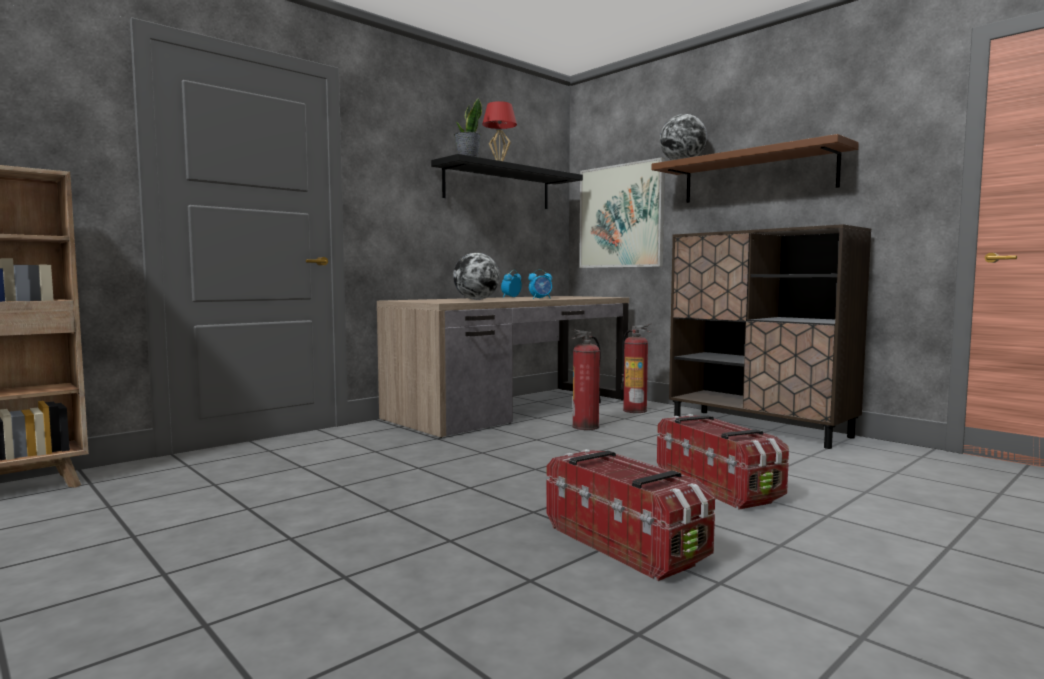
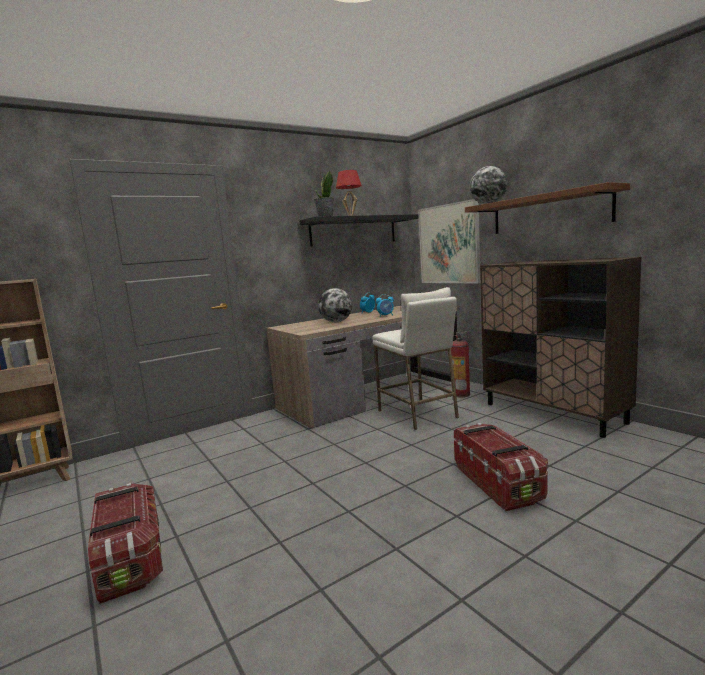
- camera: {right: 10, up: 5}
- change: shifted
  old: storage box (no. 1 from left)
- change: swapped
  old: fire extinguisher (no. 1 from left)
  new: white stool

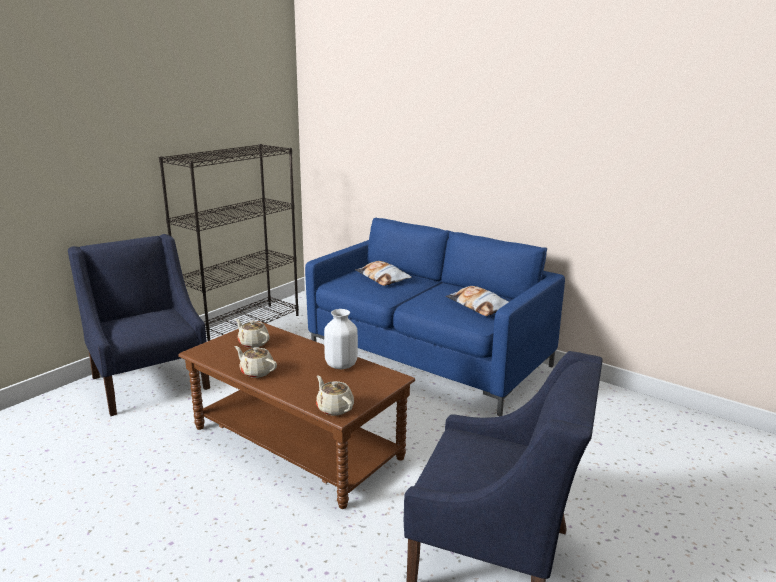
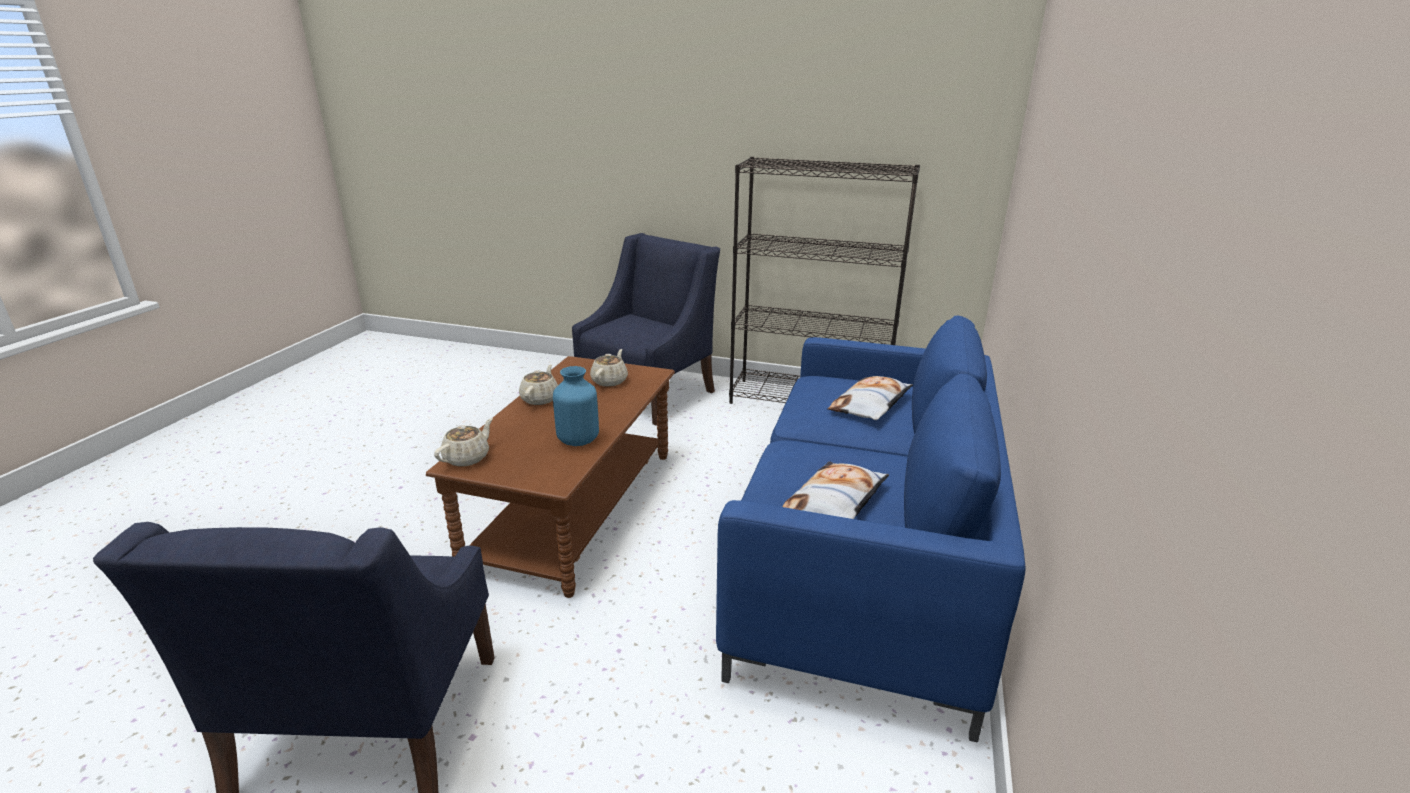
- camera: {right: 70, up: 5}
- change: repainted
  old: white vase
  new: blue vase

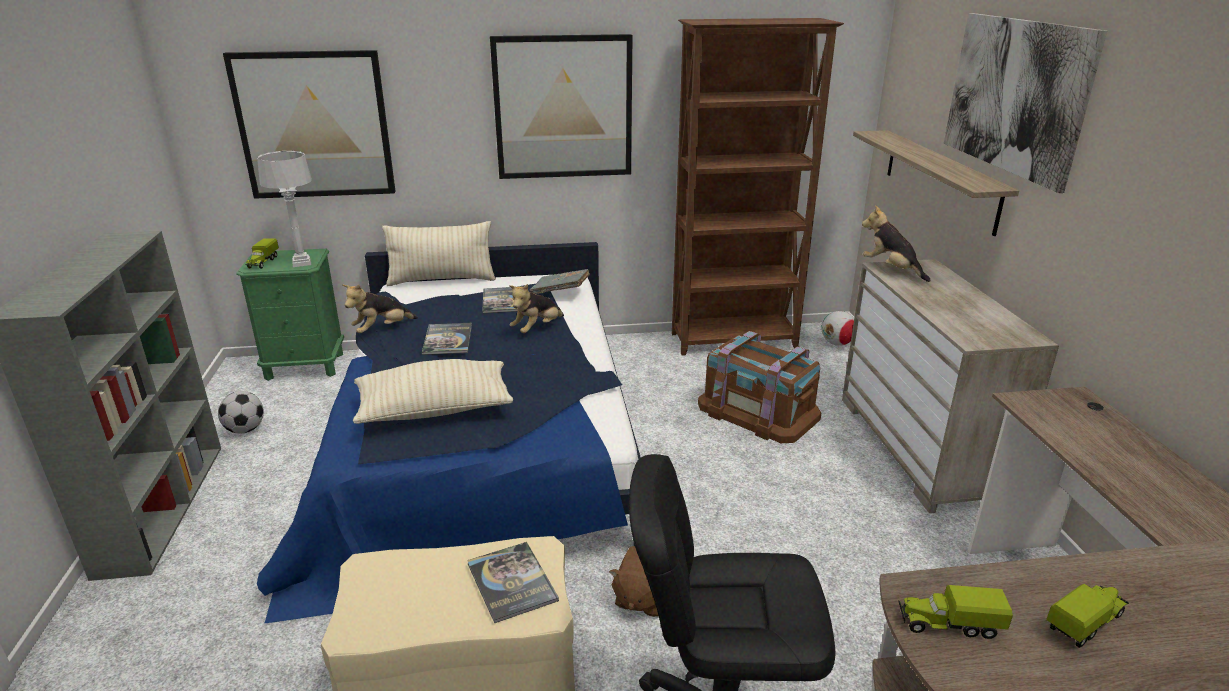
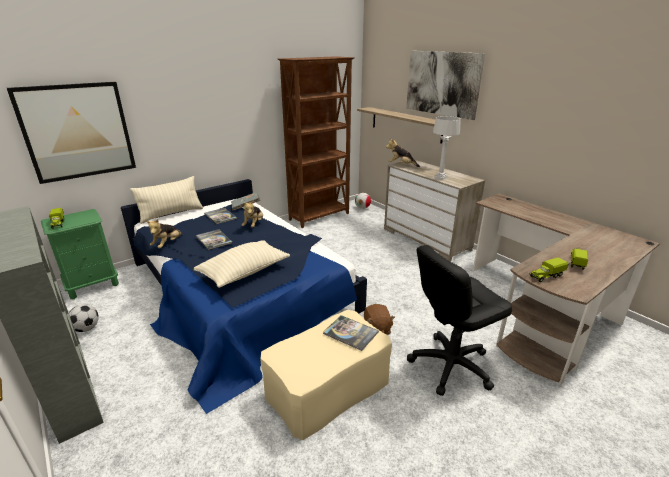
- camera: {right: -30, up: 0}
- change: shifted
  old: grey table lamp
- change: gone
  old: picture (no. 2 from left)
- change: gone
  old: brown storage box

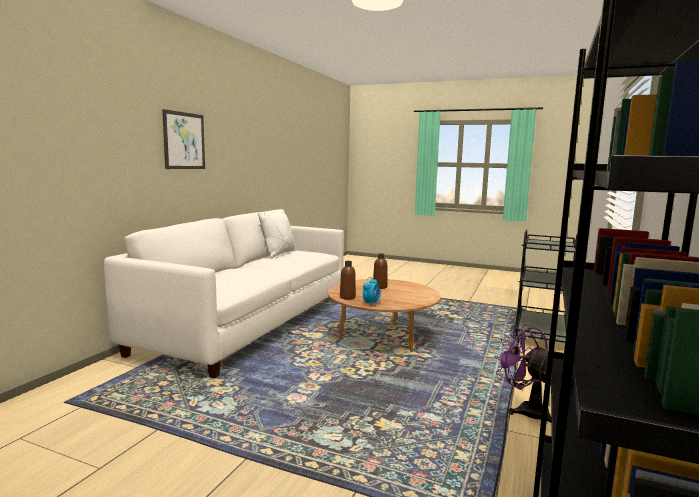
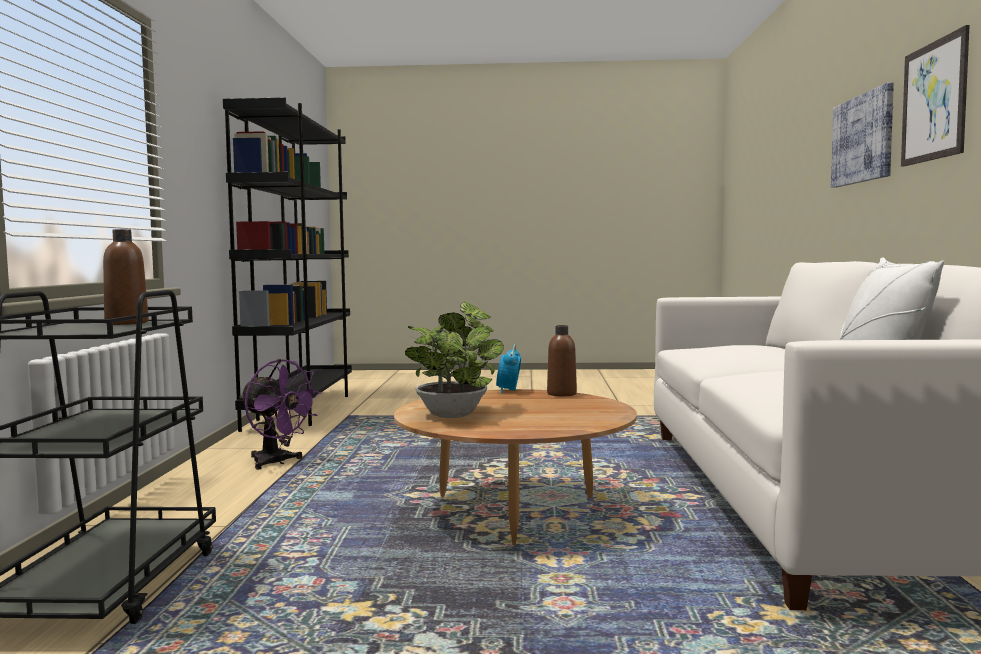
- camera: {right: 160, up: -5}
- change: shifted
  old: brown bottle (no. 2 from left in the first image)
  new: brown bottle (no. 1 from left)
- change: new
  new: potted plant
- change: new
  new: picture (no. 1 from left)

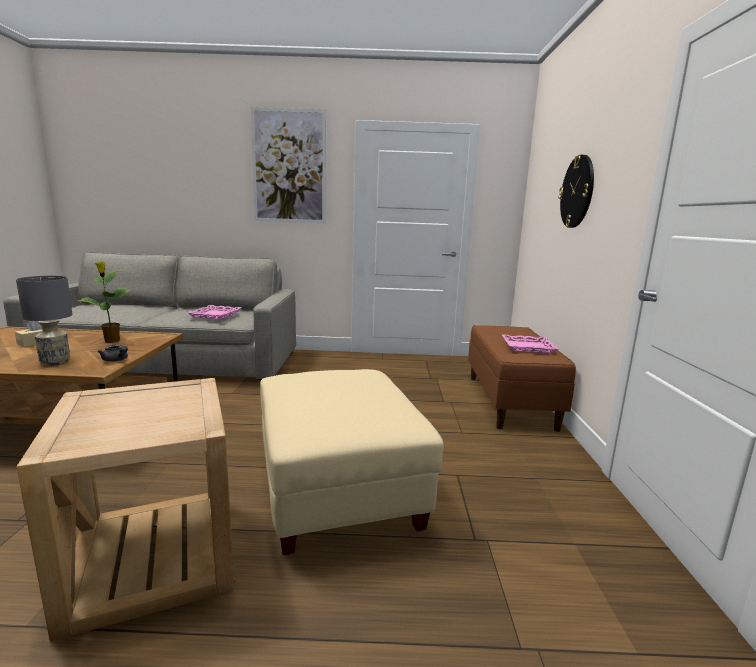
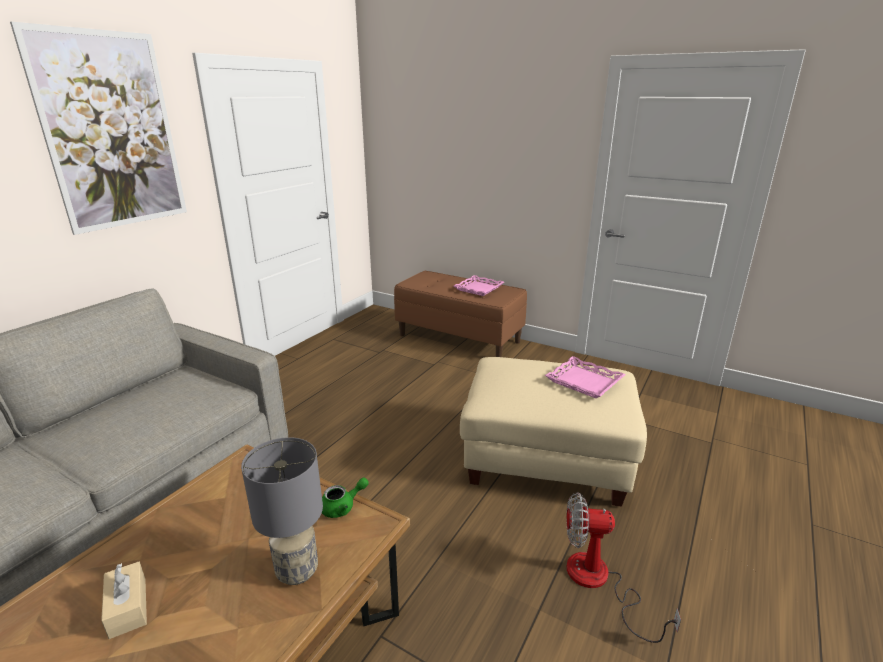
- camera: {right: -60, up: 10}
- change: swapped
  old: beige side table
  new: fan
- change: gone
  old: potted plant
- change: repainted
  old: grey teapot
  new: green teapot
- change: shifted
  old: pink tray (no. 1 from left in the first image)
  new: pink tray (no. 2 from left)
- change: gone
  old: wall clock

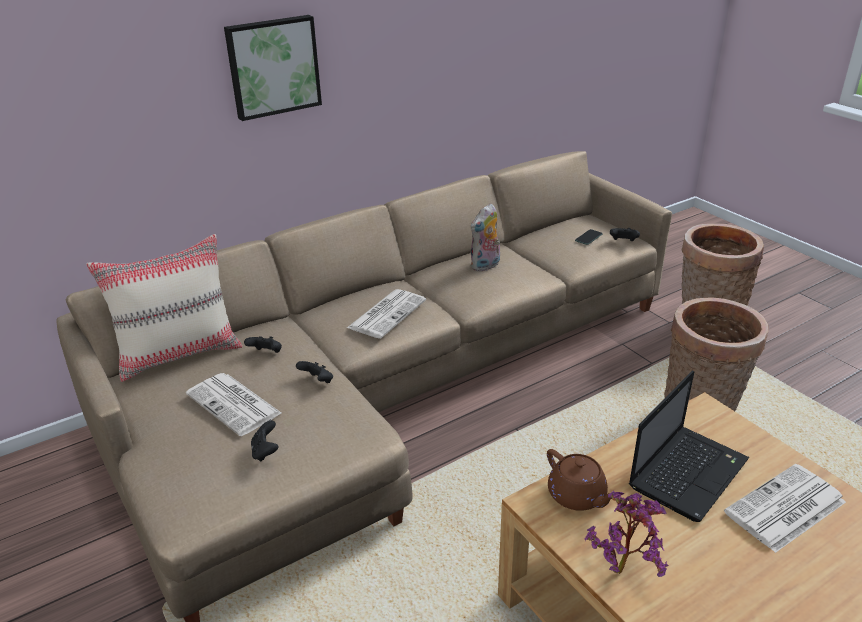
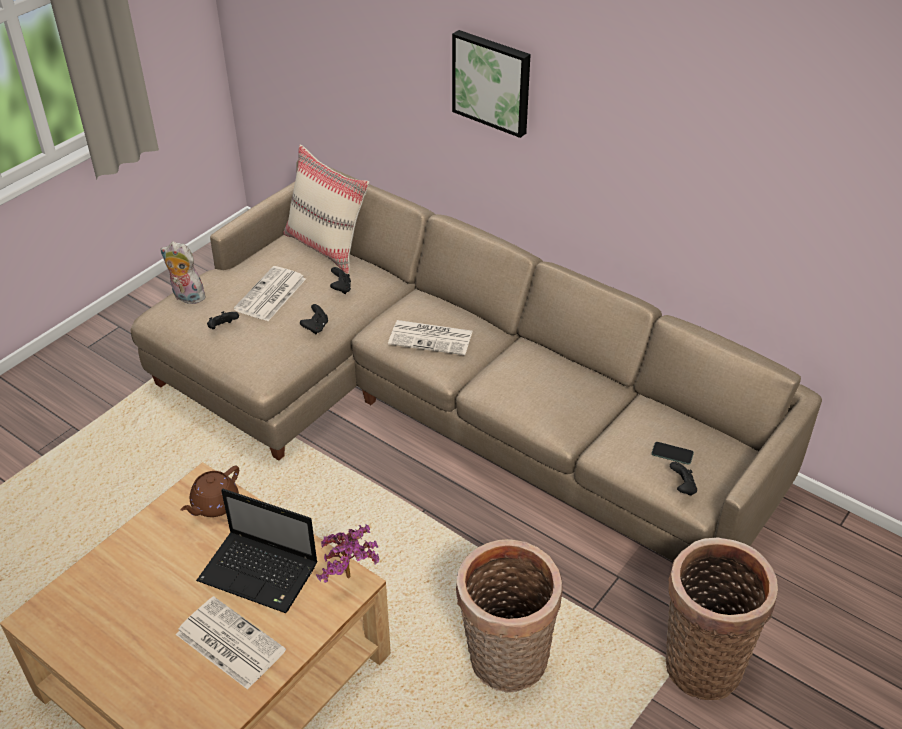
- camera: {right: 70, up: 10}
- change: shifted
  old: plush toy
- change: shifted
  old: potted plant

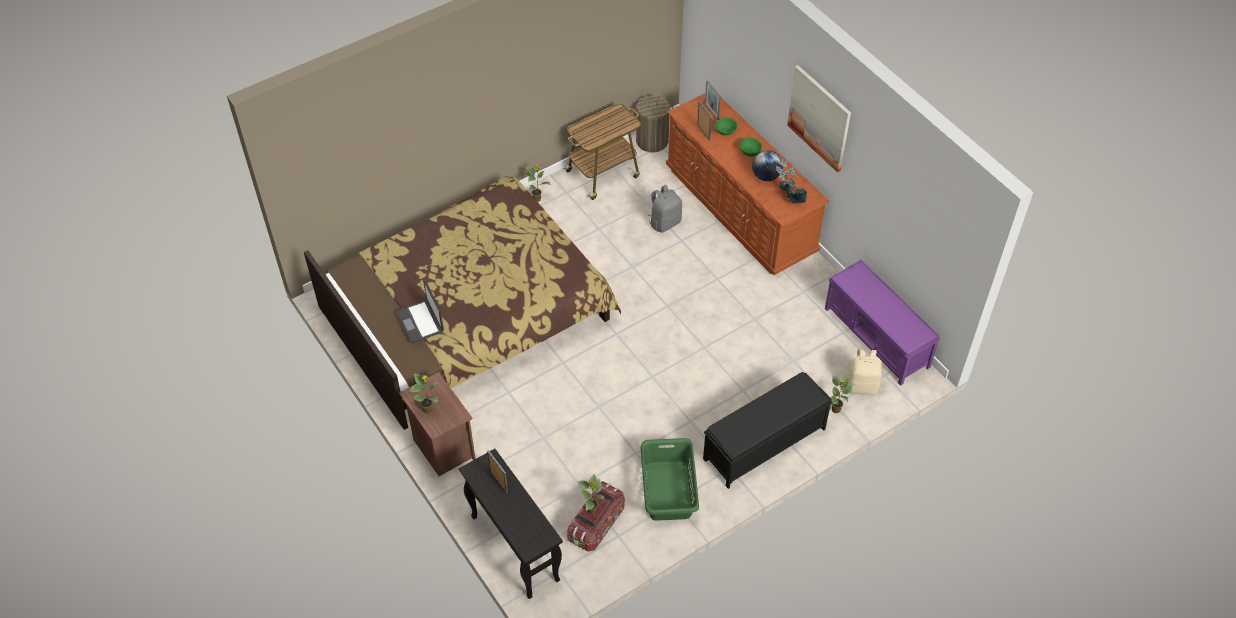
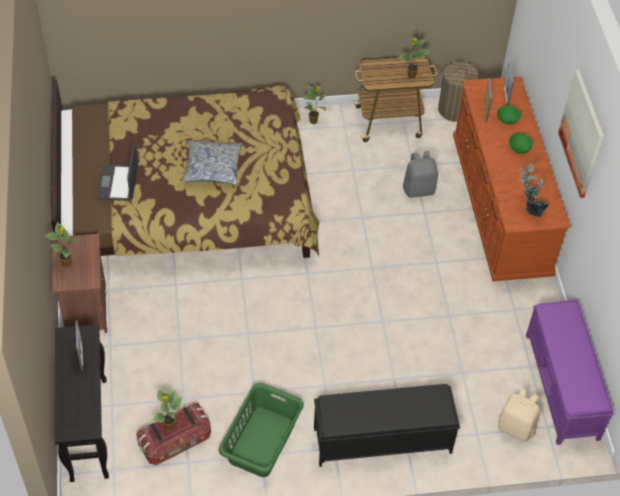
- camera: {right: 25, up: 0}
- change: gone
  old: globe
- change: shifted
  old: potted plant (no. 5 from left in the first image)
  new: potted plant (no. 4 from left)
- change: new
  new: pillow

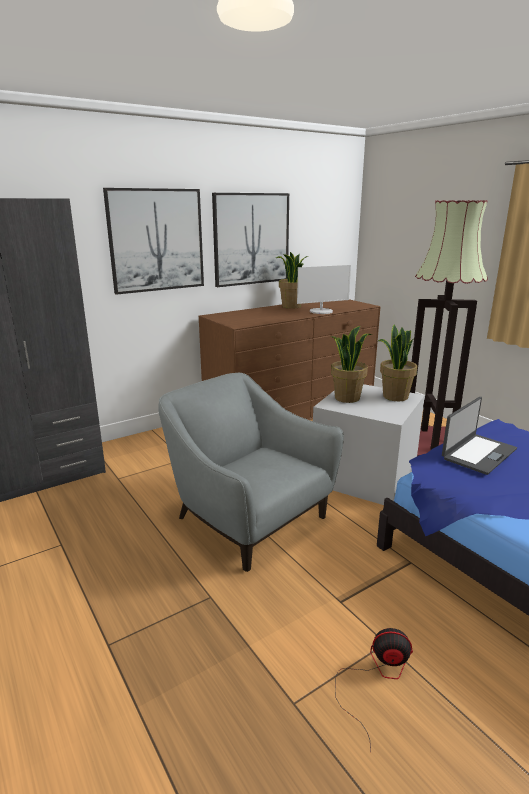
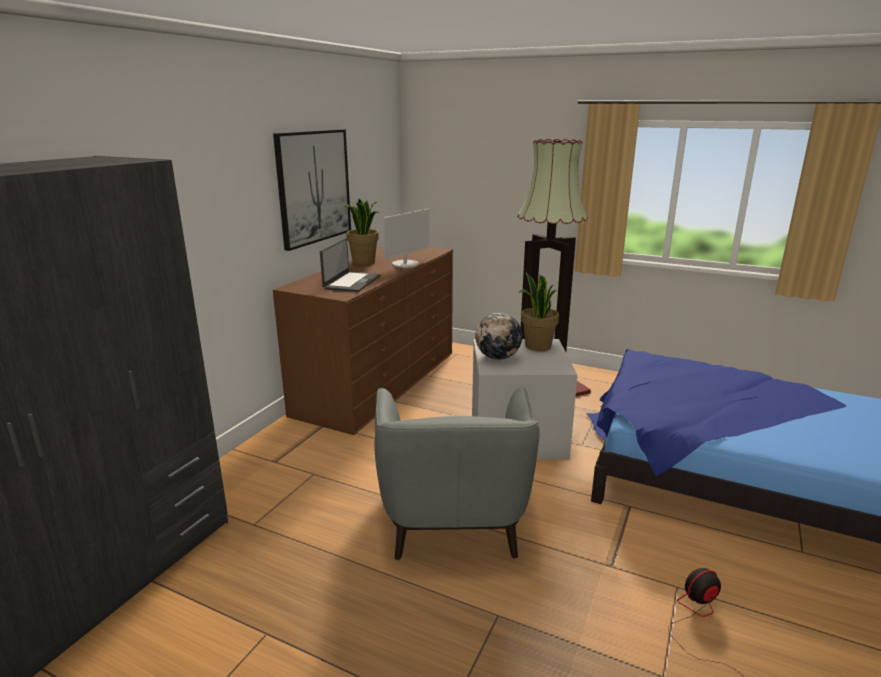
- camera: {right: -30, up: 0}
- change: gone
  old: picture (no. 1 from left)
- change: rotated
  old: grey armchair
  degrees: -105
- change: swapped
  old: potted plant (no. 2 from left)
  new: globe
- change: shifted
  old: laptop

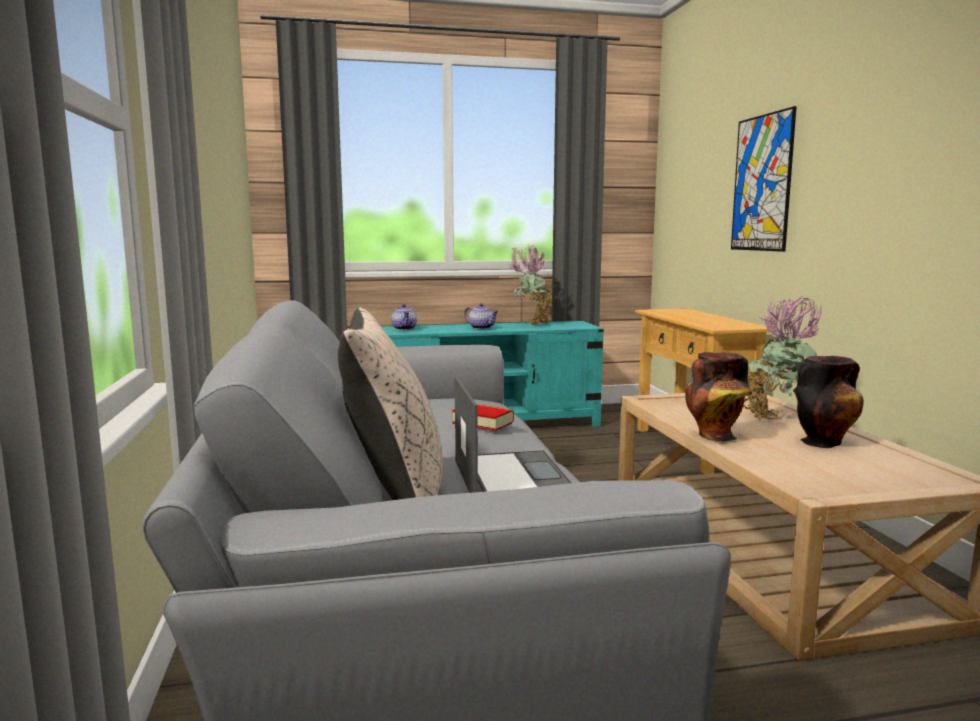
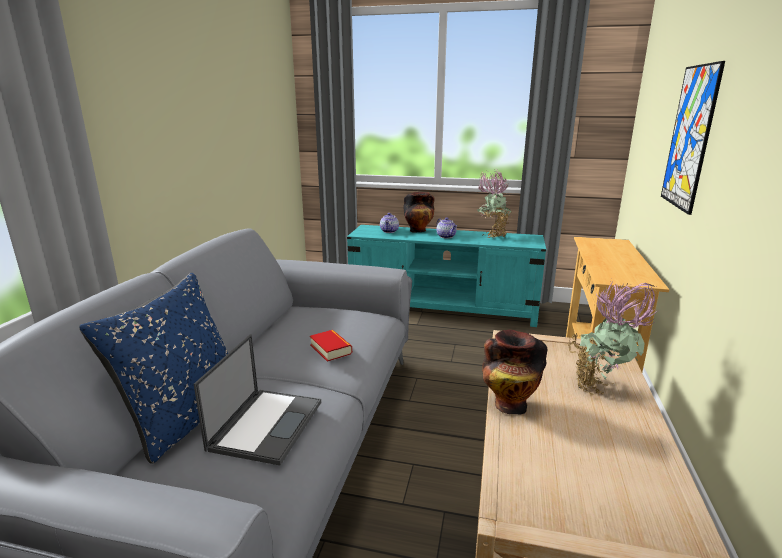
- camera: {right: 25, up: 10}
- change: repainted
  old: beige pillow
  new: blue pillow
- change: shifted
  old: vase (no. 2 from left in the first image)
  new: vase (no. 1 from left)

